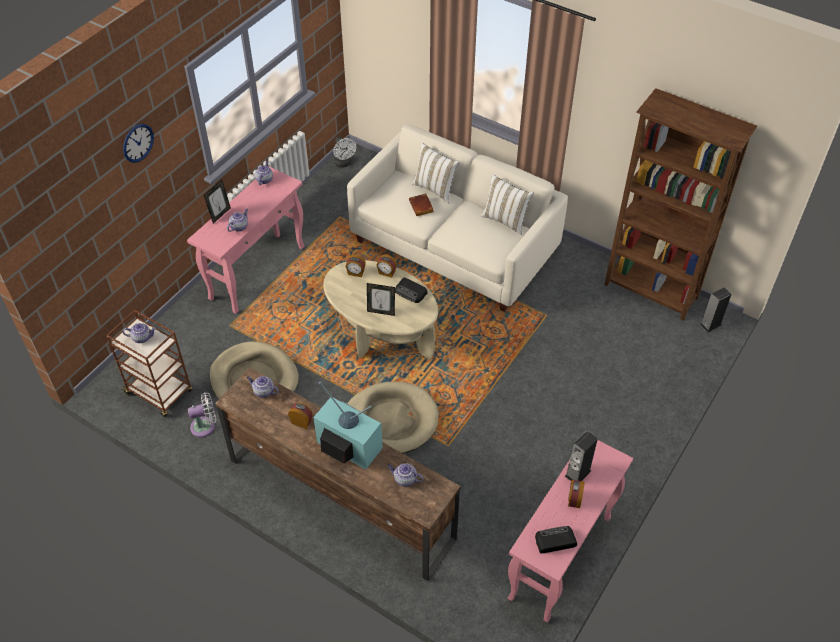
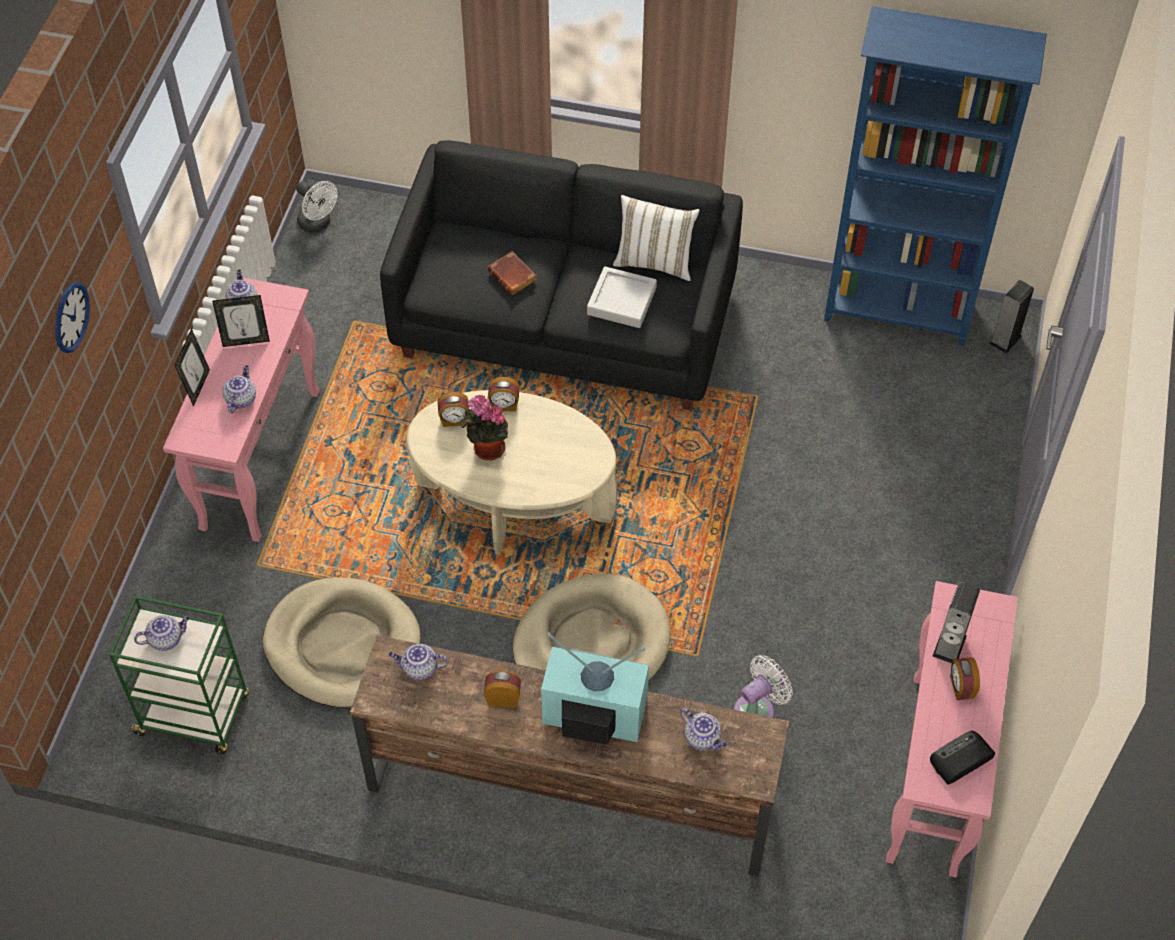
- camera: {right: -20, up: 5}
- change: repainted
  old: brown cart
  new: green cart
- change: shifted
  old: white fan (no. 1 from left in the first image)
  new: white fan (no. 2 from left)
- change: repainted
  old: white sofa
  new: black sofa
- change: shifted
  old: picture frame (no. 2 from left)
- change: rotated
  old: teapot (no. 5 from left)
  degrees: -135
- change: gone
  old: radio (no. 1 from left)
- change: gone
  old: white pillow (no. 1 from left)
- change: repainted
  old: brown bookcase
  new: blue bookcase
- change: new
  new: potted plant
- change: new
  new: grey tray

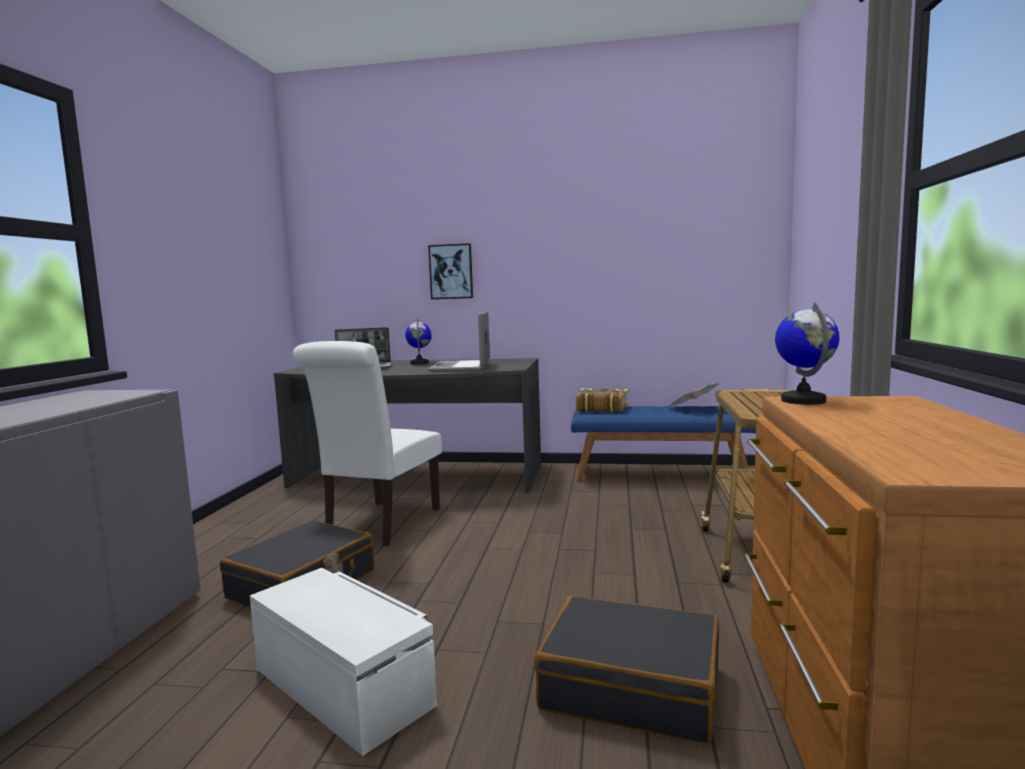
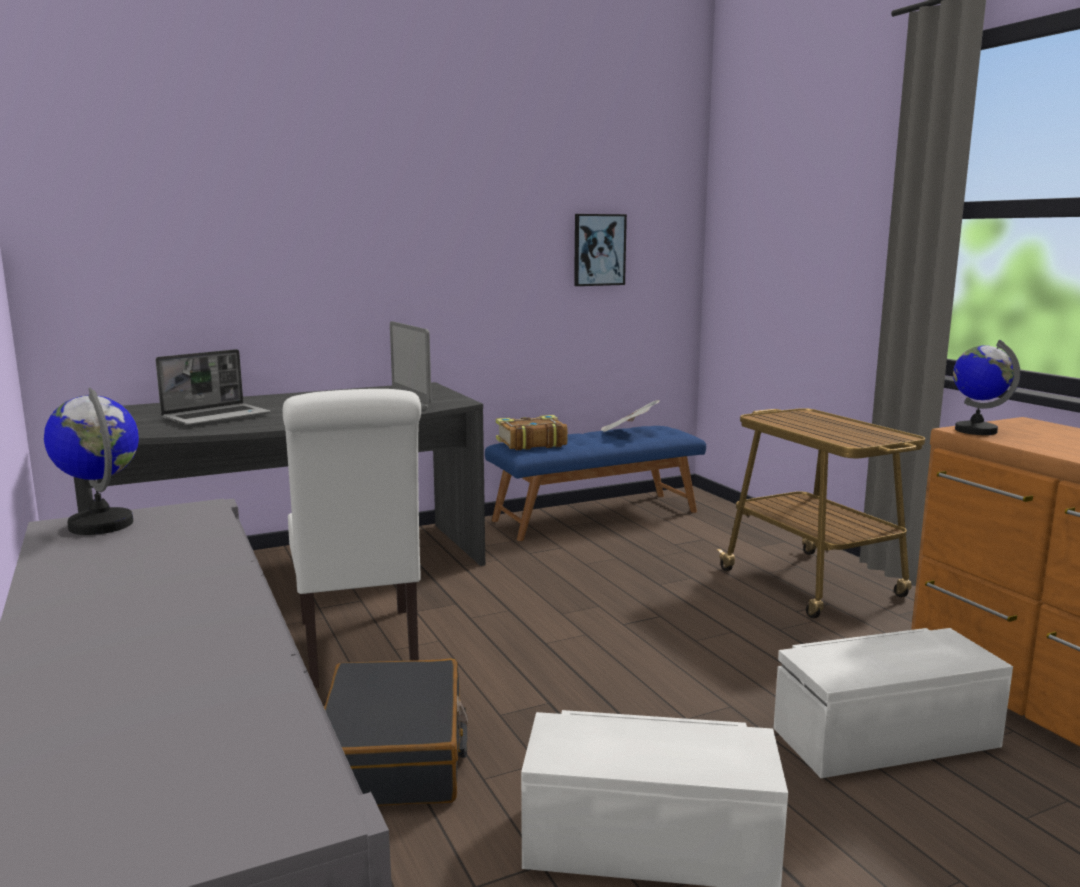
- camera: {right: -35, up: 5}
- change: shifted
  old: globe (no. 1 from left)
- change: shifted
  old: picture
- change: swapped
  old: black suitcase (no. 2 from left)
  new: white storage box (no. 2 from left)

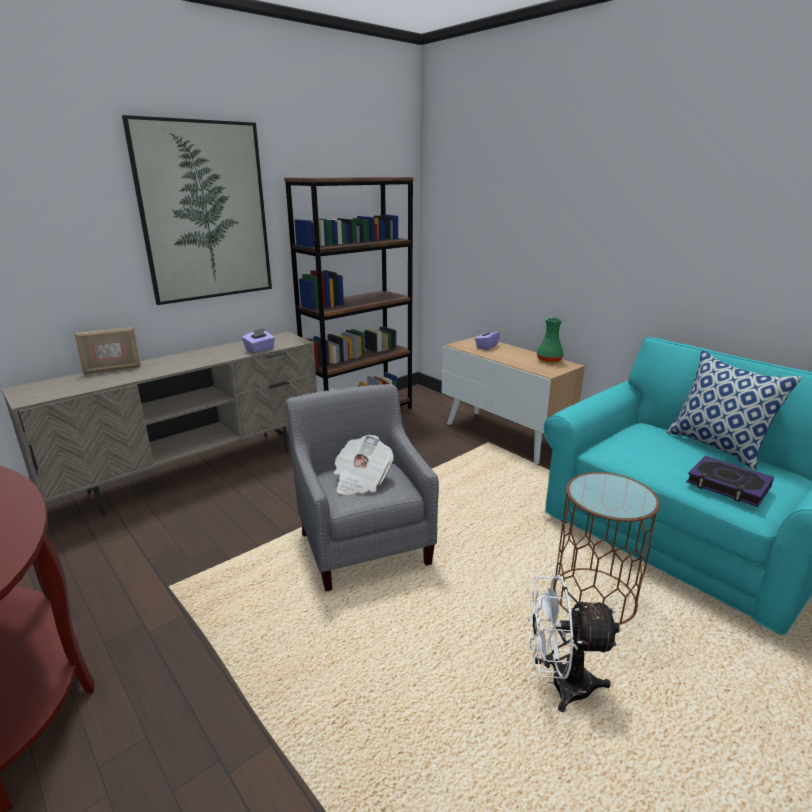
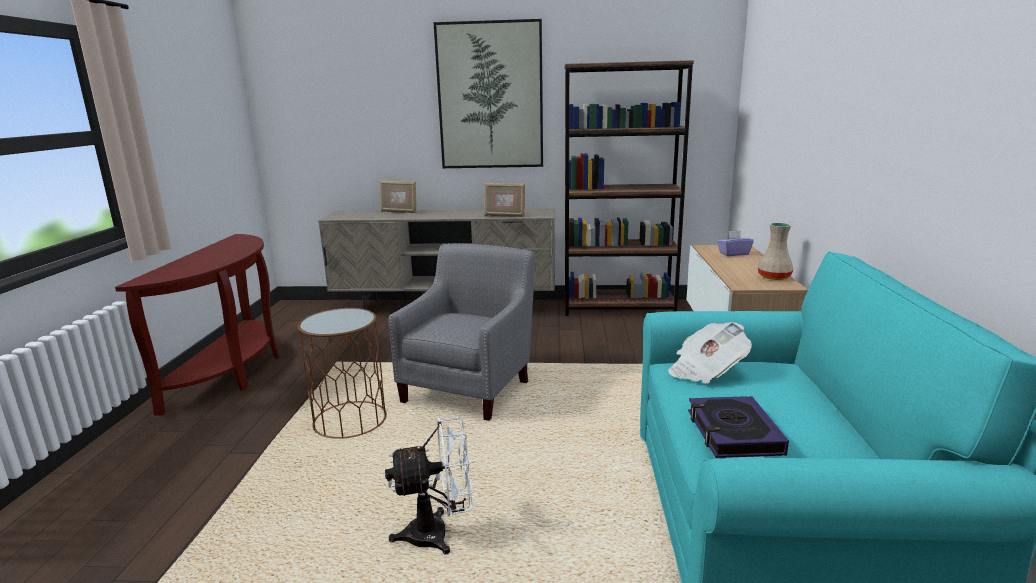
- camera: {right: 45, up: -5}
- change: swapped
  old: purple tissue box (no. 1 from left)
  new: picture frame (no. 2 from left)
- change: shifted
  old: newspaper
- change: rotated
  old: white fan
  degrees: 120
- change: repainted
  old: green vase
  new: beige vase
- change: shifted
  old: brown side table
- change: gone
  old: pillow

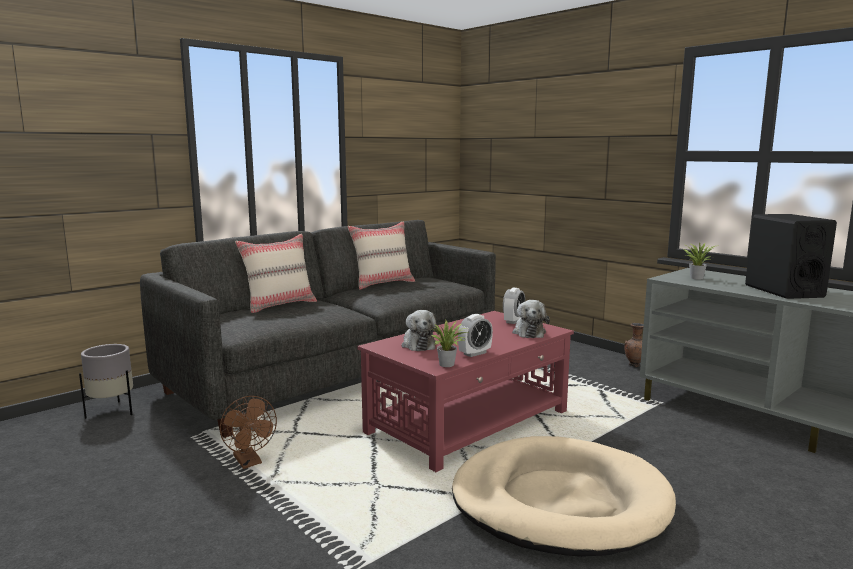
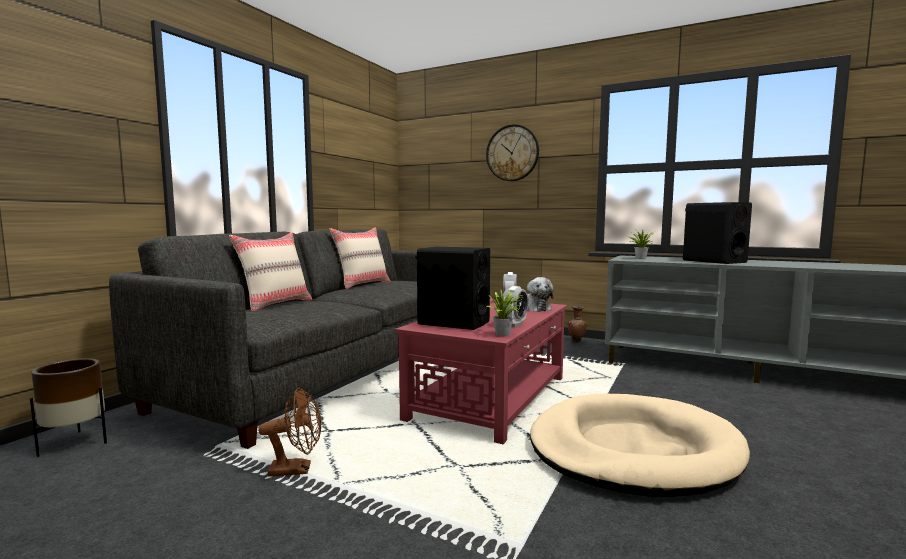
- camera: {right: -20, up: -5}
- change: repainted
  old: grey planter
  new: brown planter
- change: rotated
  old: brown fan
  degrees: -45
- change: swapped
  old: plush toy (no. 1 from left)
  new: black speaker (no. 1 from left)
- change: new
  new: wall clock

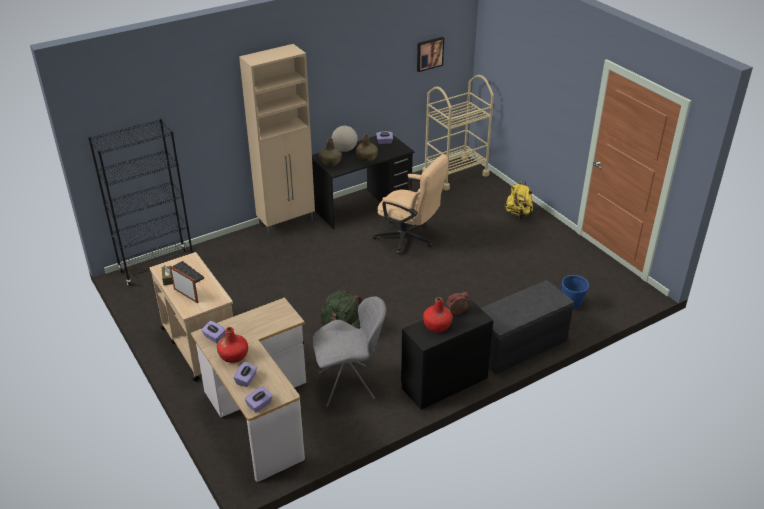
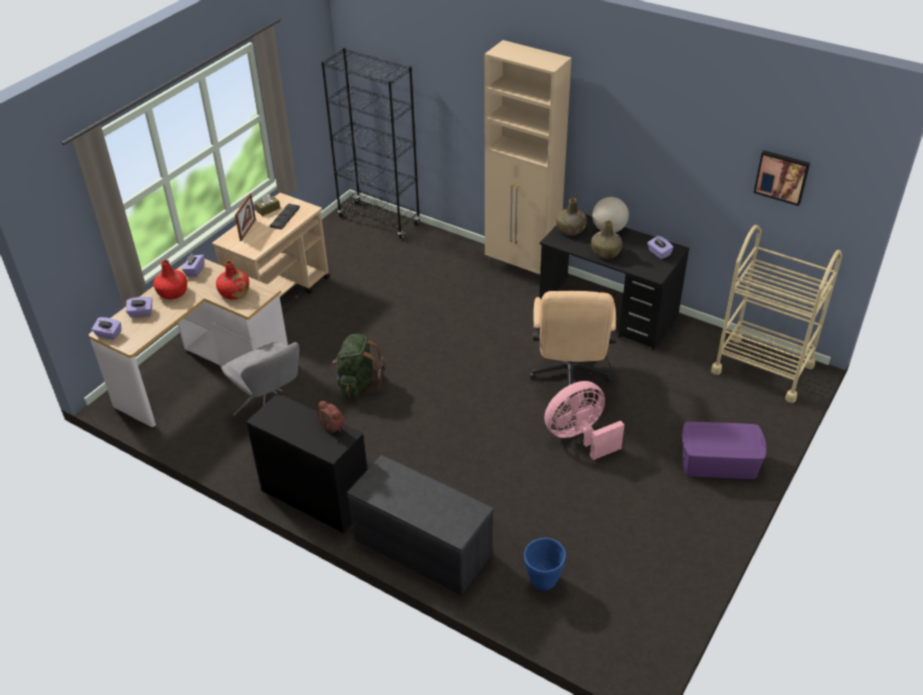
- camera: {right: 65, up: 5}
- change: shifted
  old: red bottle (no. 2 from left)
- change: swapped
  old: yellow backpack
  new: purple storage box
- change: new
  new: pink fan

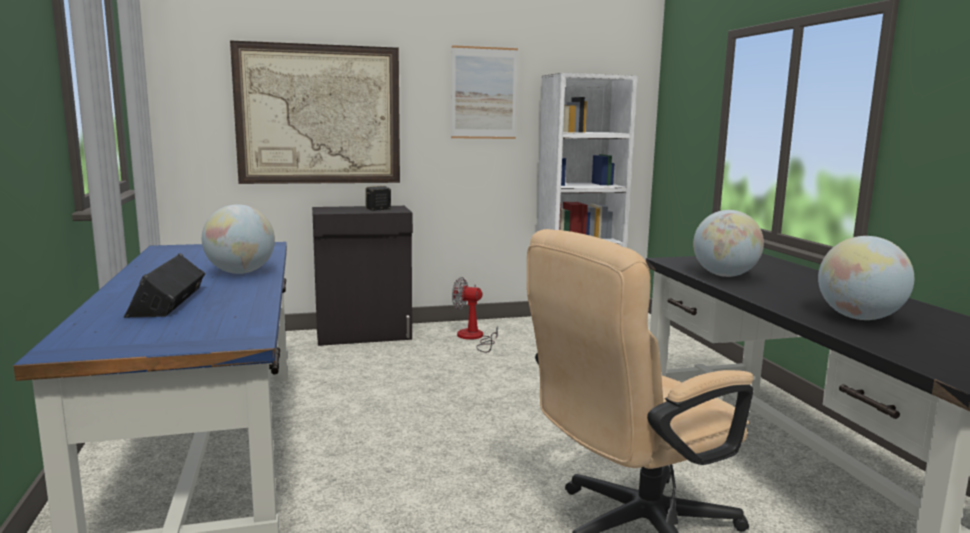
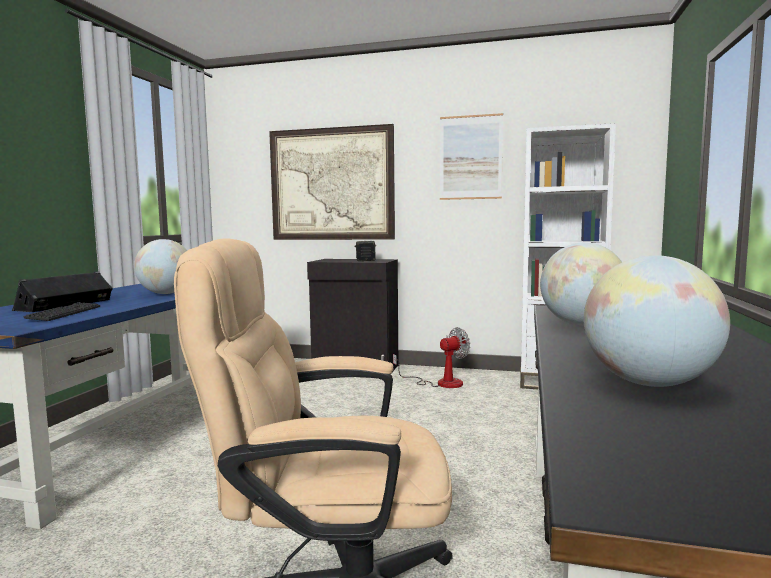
- camera: {right: 30, up: -5}
- change: rotated
  old: fan
  degrees: 105
- change: new
  new: keyboard

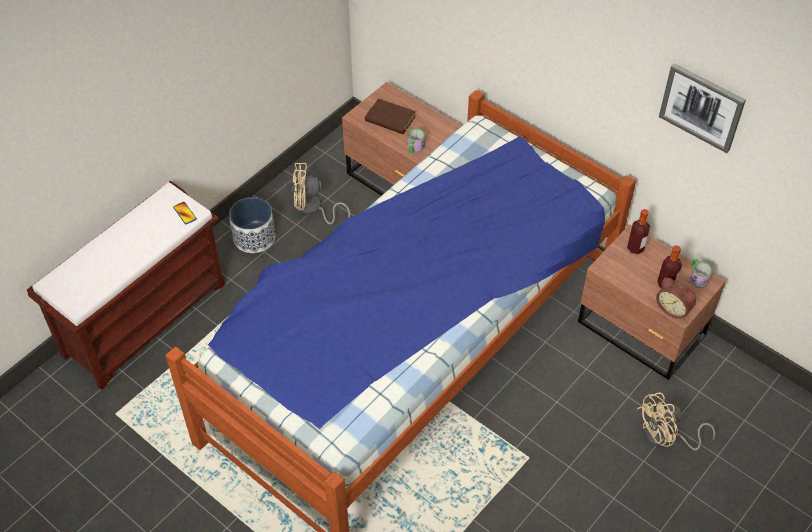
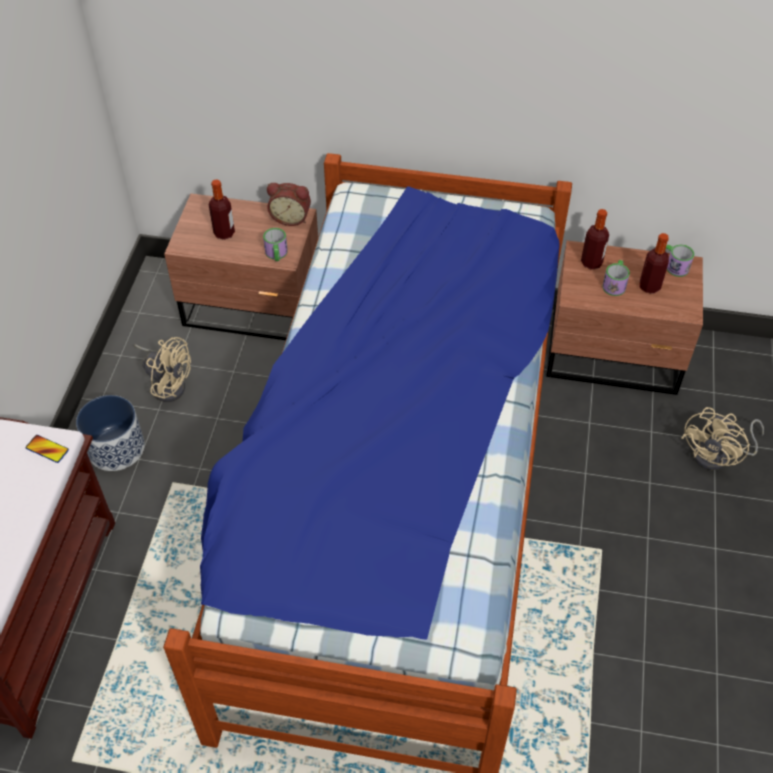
- camera: {right: -30, up: 0}
- change: rotated
  old: beige fan (no. 1 from left)
  degrees: -120
- change: swapped
  old: brown book
  new: bottle (no. 1 from left)
- change: shifted
  old: alarm clock
- change: gone
  old: picture
- change: new
  new: mug (no. 2 from left)

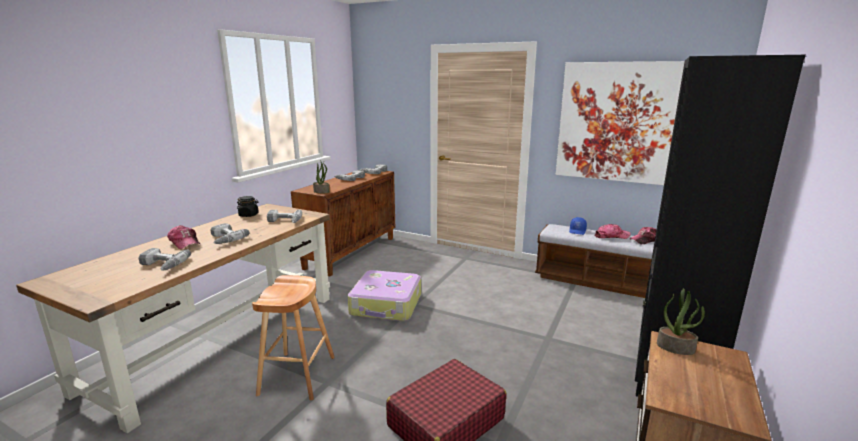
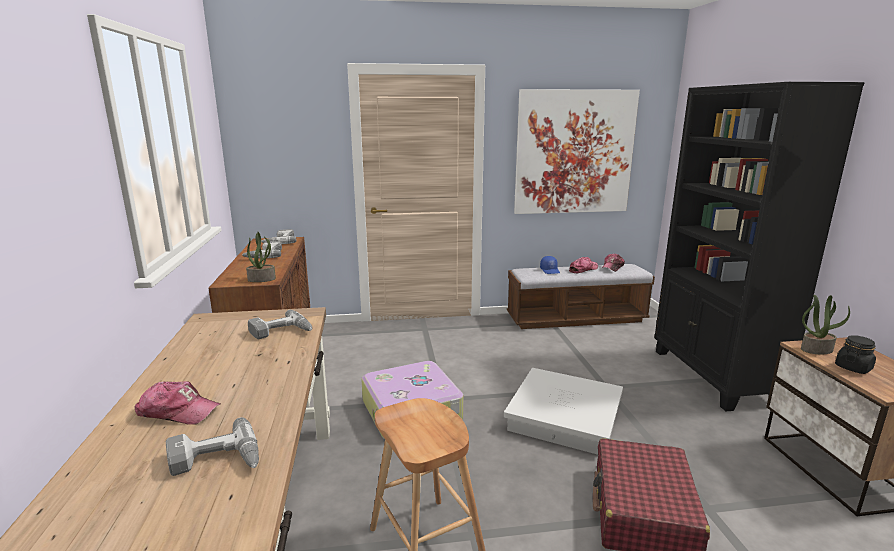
- camera: {right: -35, up: 0}
- change: gone
  old: power drill (no. 2 from left)
- change: shifted
  old: black jar
- change: new
  new: white storage box

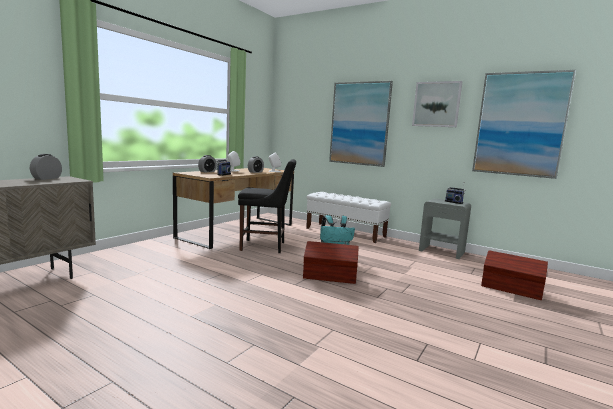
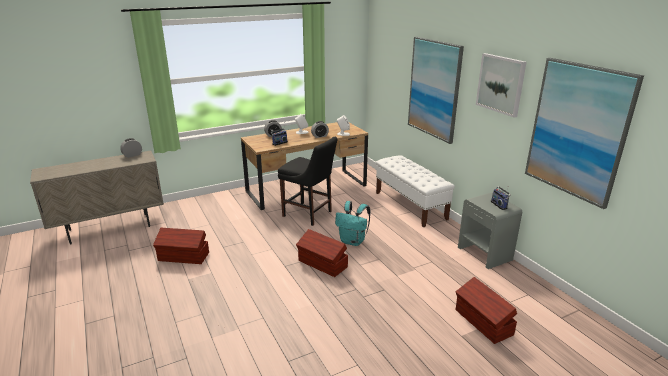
- camera: {right: 30, up: 15}
- change: new
  new: brown storage box (no. 1 from left)

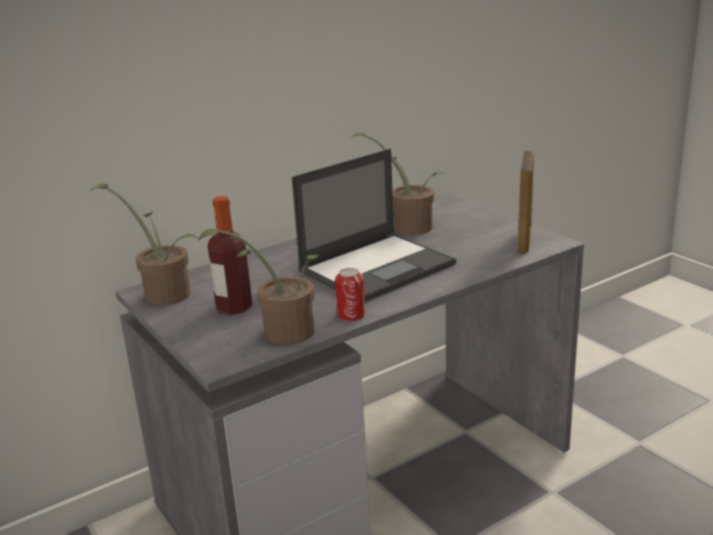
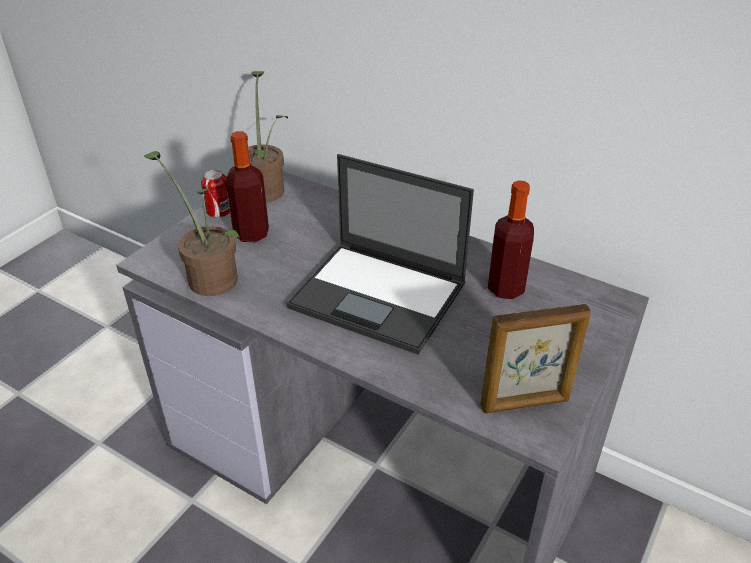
- camera: {right: 65, up: 15}
- change: shifted
  old: can
- change: swapped
  old: potted plant (no. 3 from left)
  new: bottle (no. 2 from left)

